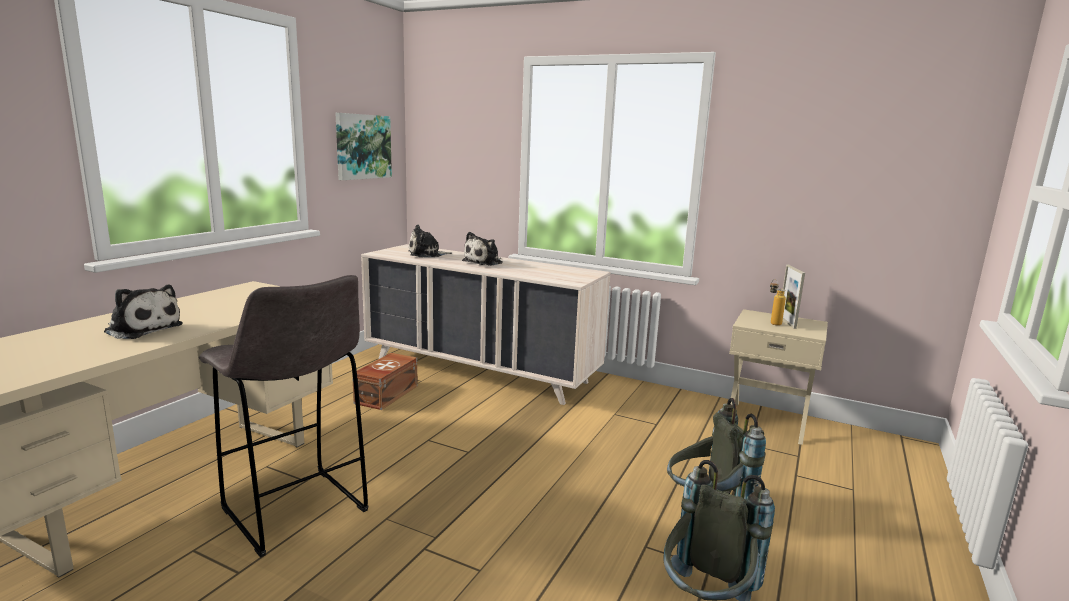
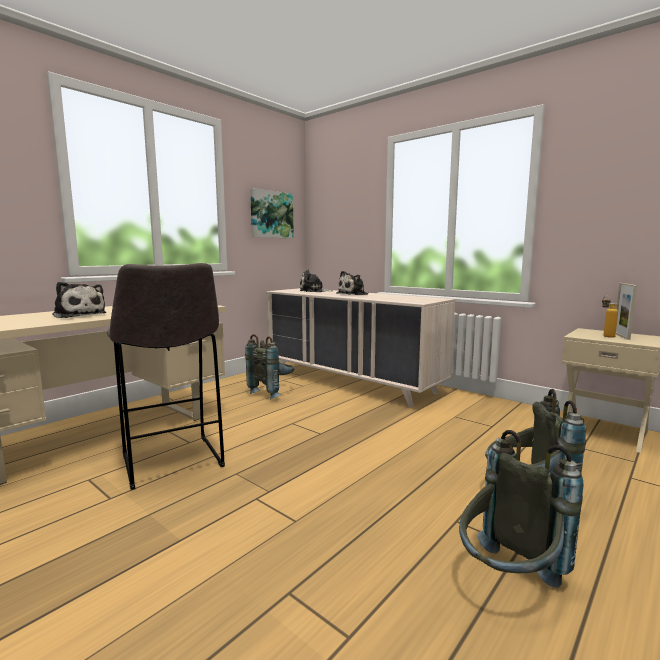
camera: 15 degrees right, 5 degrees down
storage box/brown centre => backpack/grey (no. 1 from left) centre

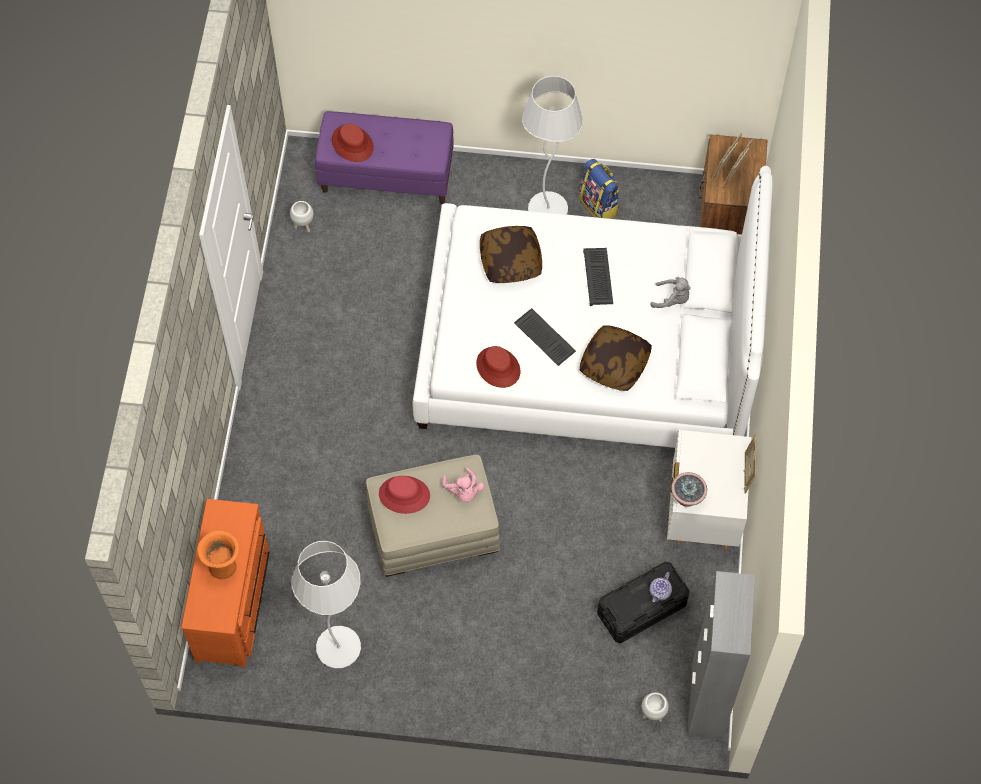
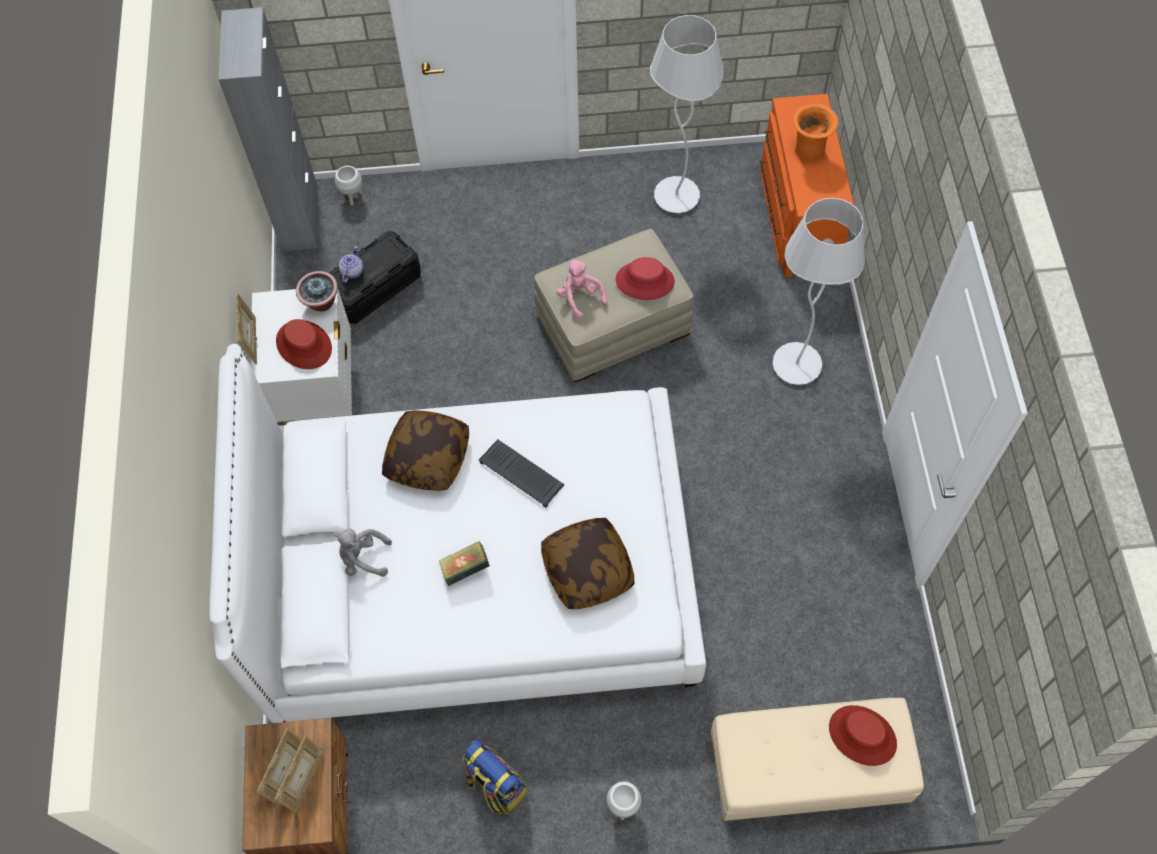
camera: 170 degrees right, 0 degrees up
planter/white (no. 1 from left in the first image) top left => planter/white (no. 2 from left) bottom centre, shifted
hat/red (no. 3 from left in the first image) centre => hat/red (no. 1 from left) middle left, shifted
floor lamp/white (no. 2 from left) top centre => floor lamp/white (no. 2 from left) middle right, shifted
keyboard (no. 2 from left) centre => book centre
bench/purple top centre => bench/beige bottom right

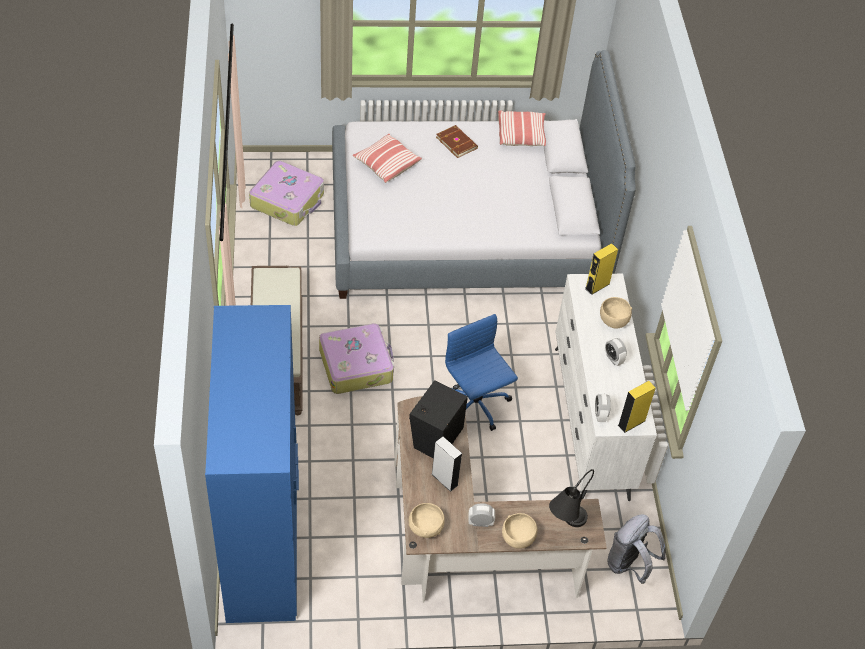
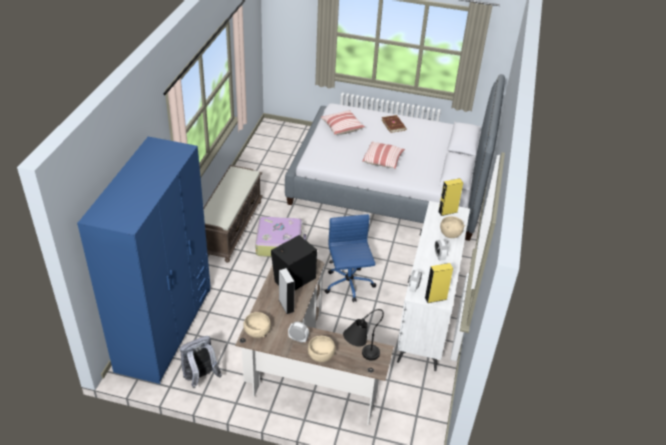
camera: 20 degrees right, 10 degrees down
suitcase (no. 1 from left) top left => nothing
pillow (no. 2 from left) top centre => pillow (no. 2 from left) centre, shifted
backpack/grey bottom right => backpack/grey bottom left, shifted

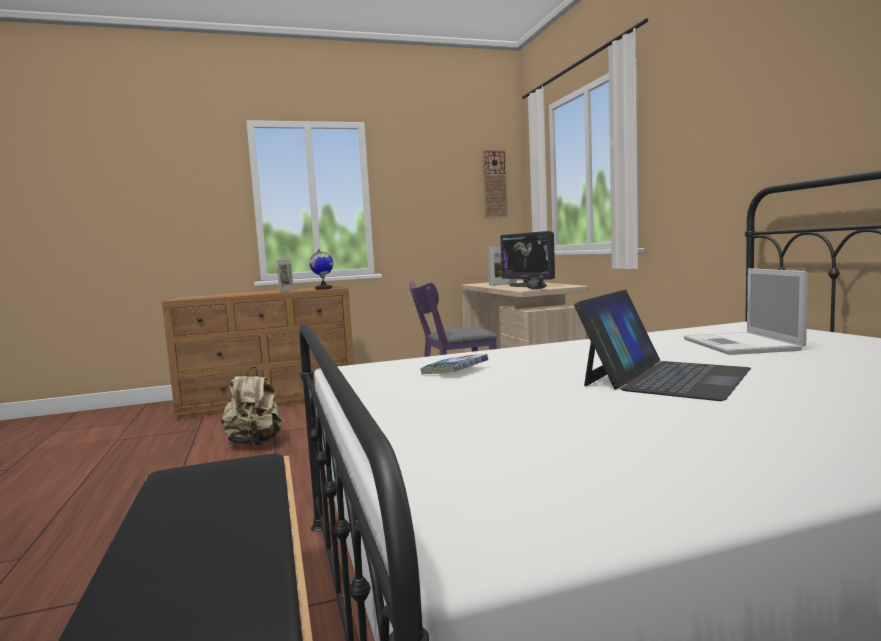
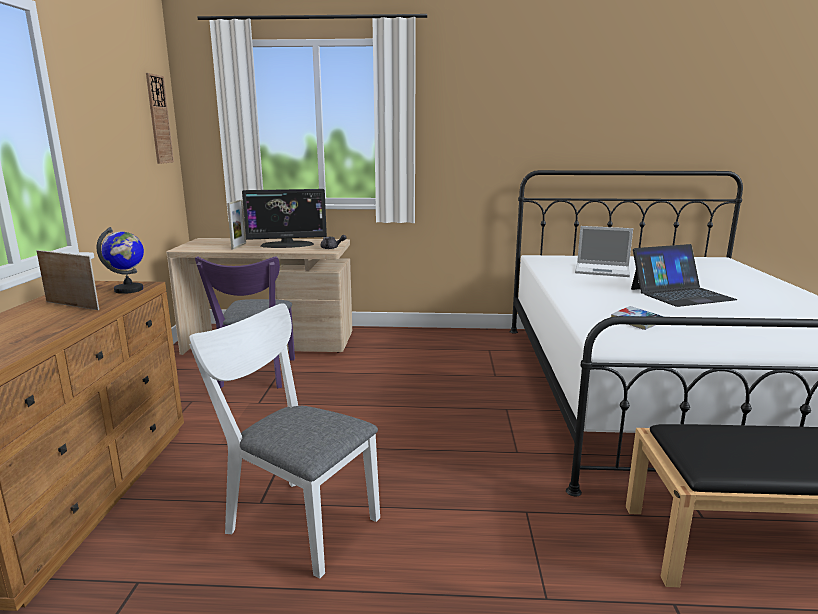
camera: 70 degrees left, 10 degrees up
backpack/beige middle left => chair/white bottom centre
laptop (no. 1 from left in the first image) middle right => laptop (no. 2 from left) middle right, 105 degrees clockwise

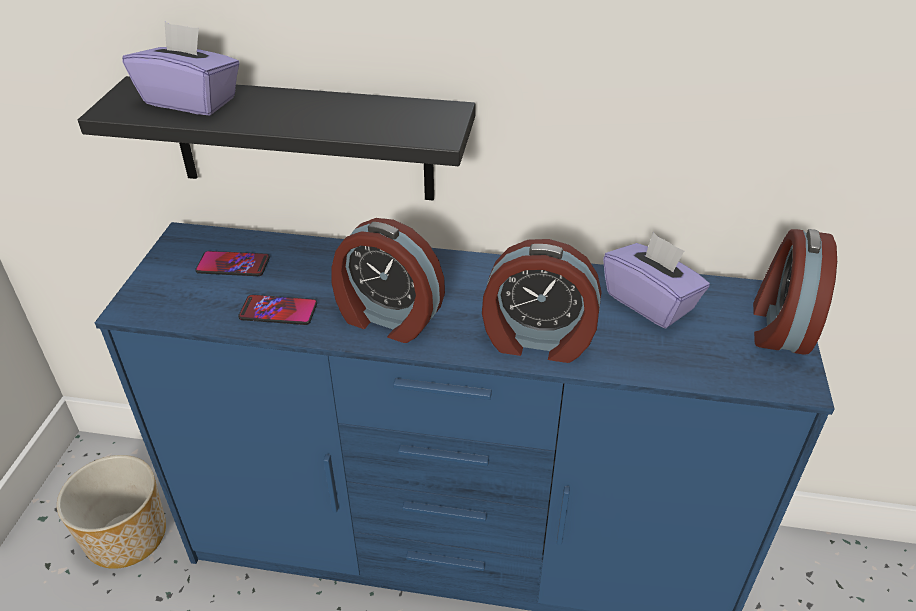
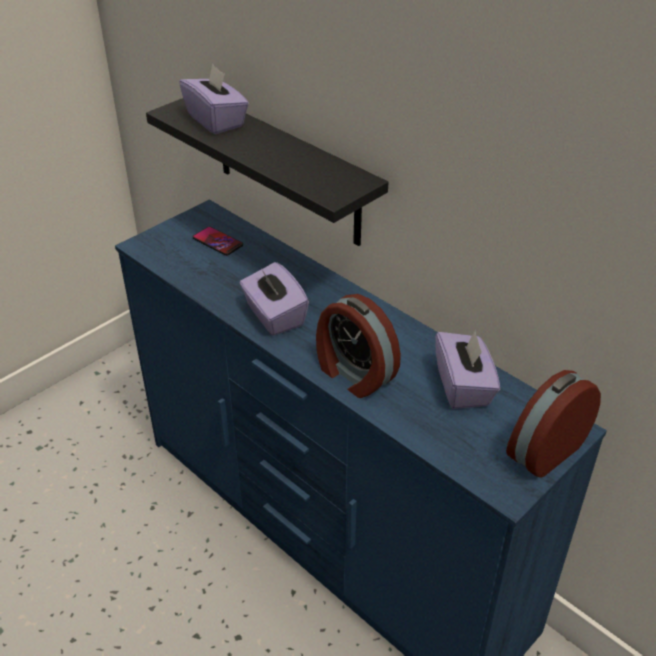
camera: 35 degrees right, 0 degrees up
planter bottom left => nothing
phone (no. 2 from left) middle left => nothing
alarm clock (no. 1 from left) centre => tissue box/purple (no. 2 from left) centre

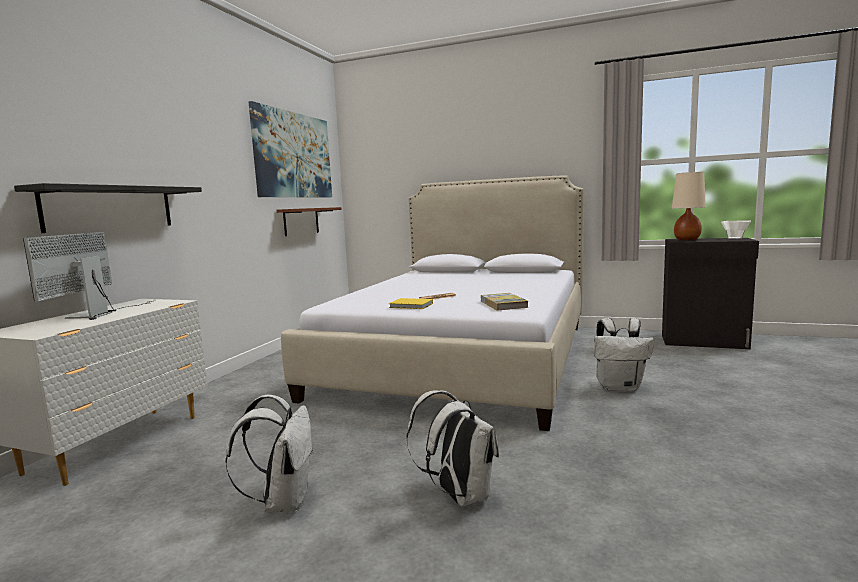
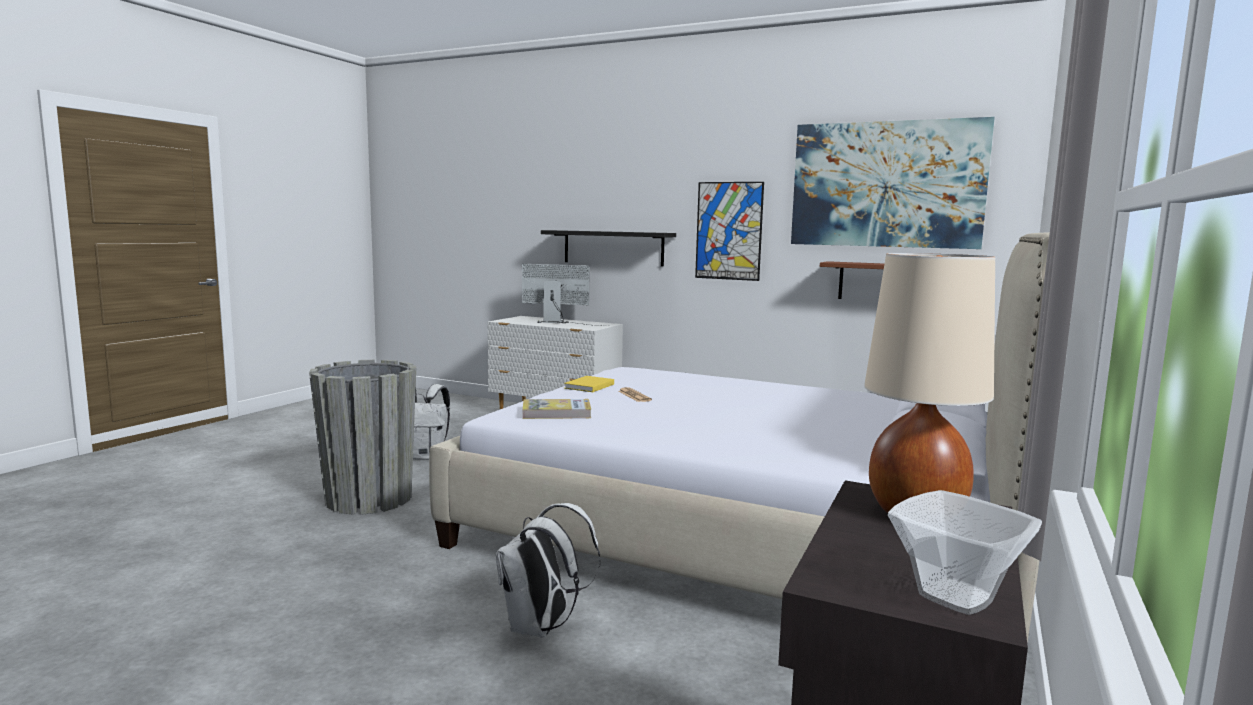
camera: 95 degrees right, 0 degrees up
nothing => picture (no. 1 from left) top centre
backpack/white (no. 2 from left) bottom centre => planter/grey middle left

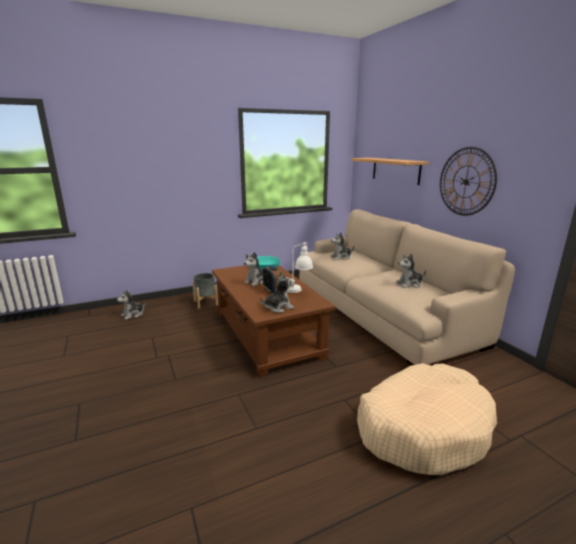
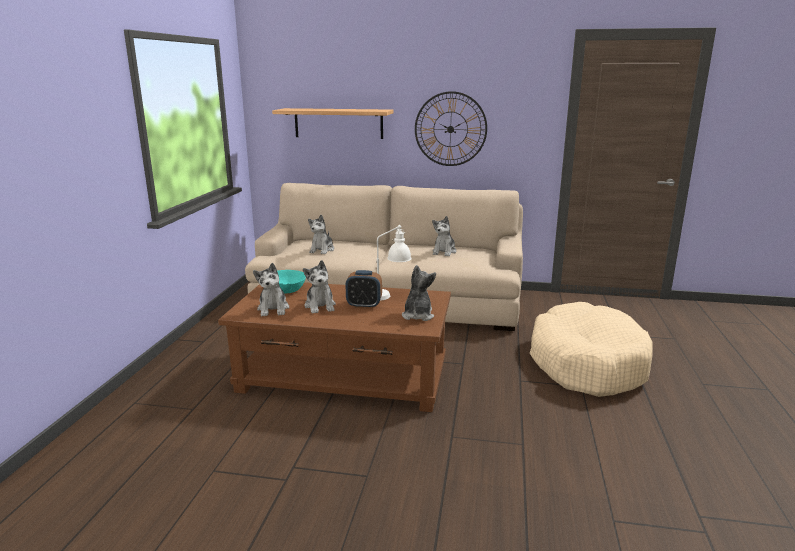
camera: 55 degrees left, 0 degrees up
planter/grey centre => nothing
plush toy (no. 1 from left) middle left => plush toy (no. 1 from left) centre, shifted

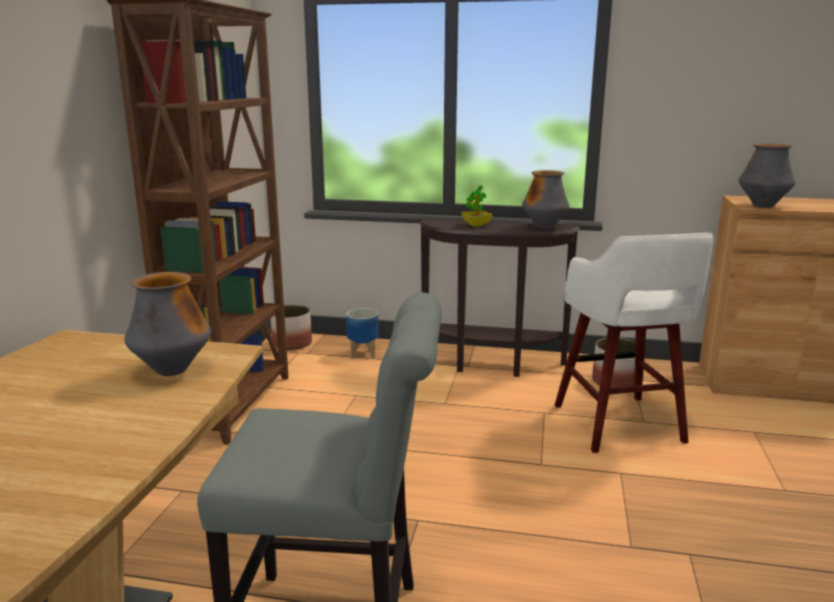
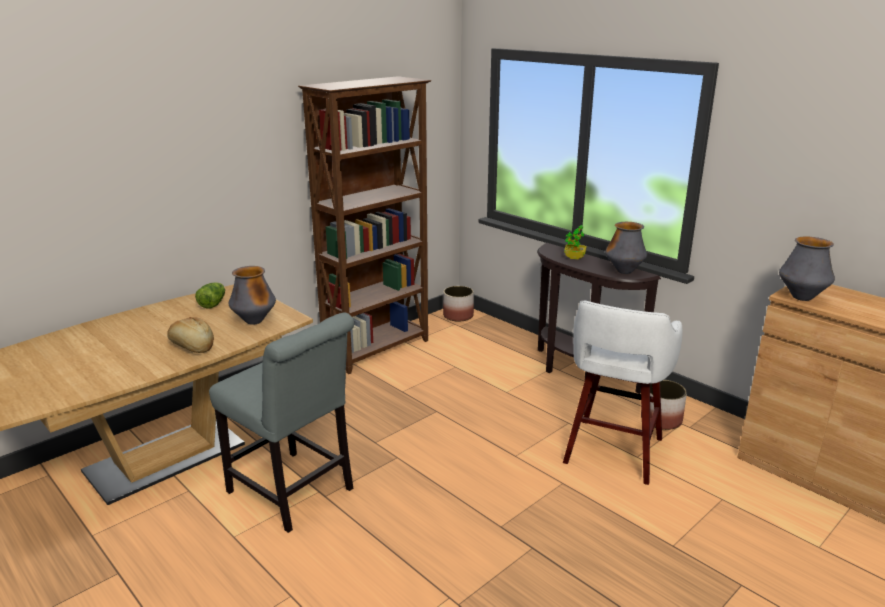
camera: 35 degrees right, 5 degrees up
planter (no. 2 from left) centre => nothing
nothing => bread middle left
nothing => lettuce middle left

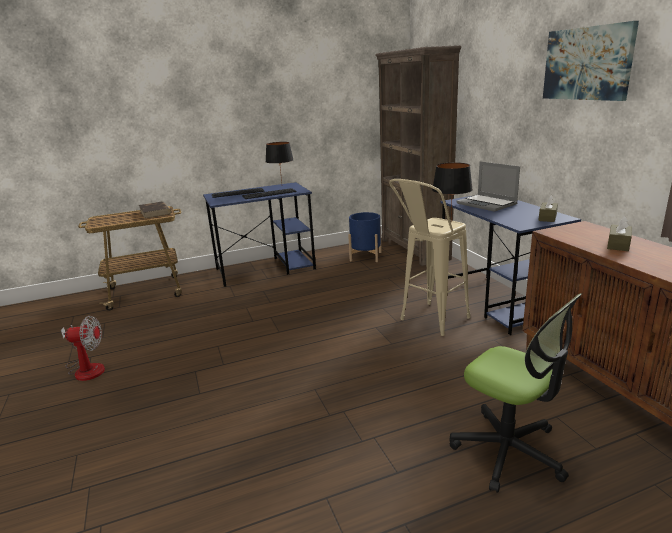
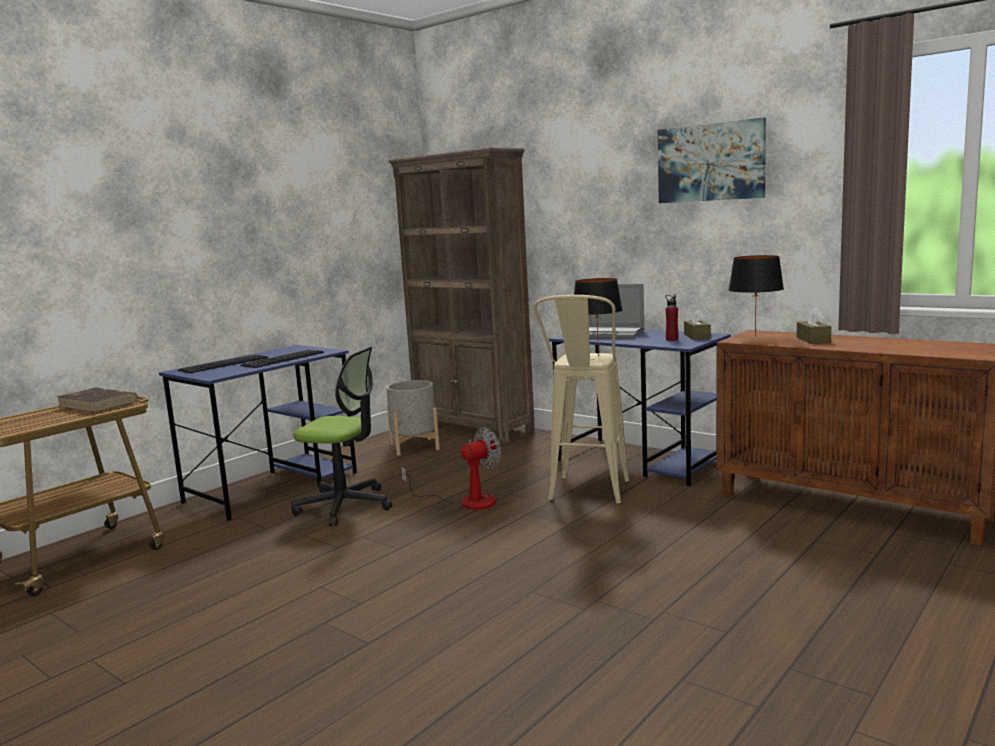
camera: 30 degrees left, 10 degrees down
nothing => bottle/red middle right
fan middle left => fan centre, shifted
table lamp/black (no. 1 from left in the first image) top centre => table lamp/black (no. 2 from left) middle right, shifted
office chair bottom right => office chair centre, shifted
planter/blue centre => planter/grey centre

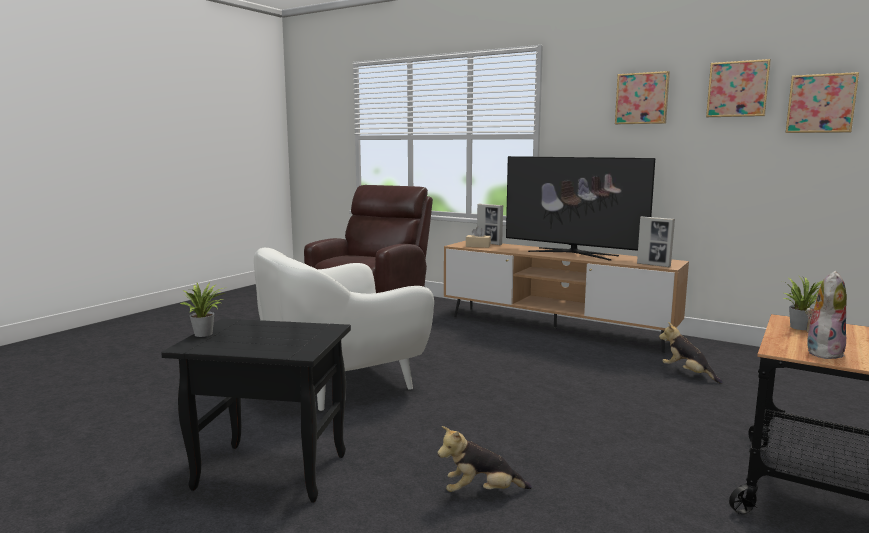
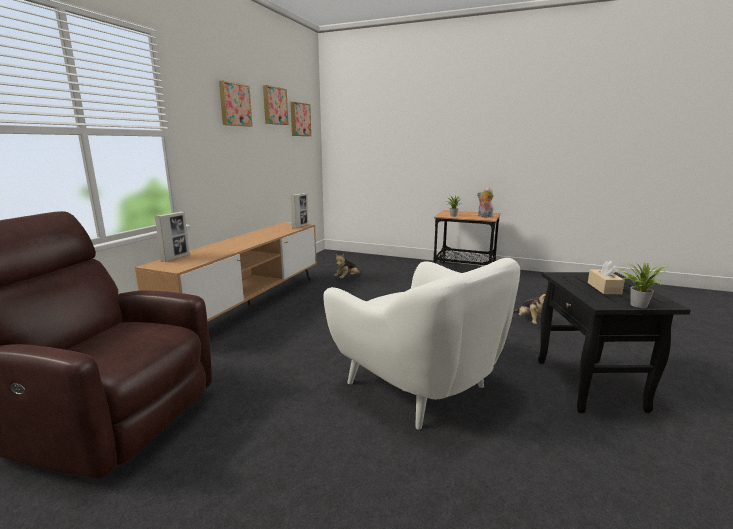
camera: 100 degrees left, 5 degrees up
television middle right => nothing
tissue box/beige centre => tissue box/beige middle right, shifted

